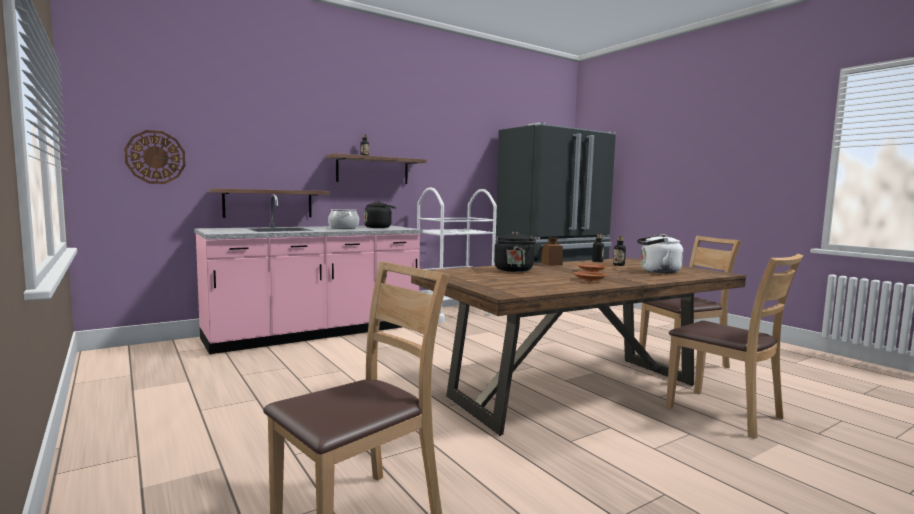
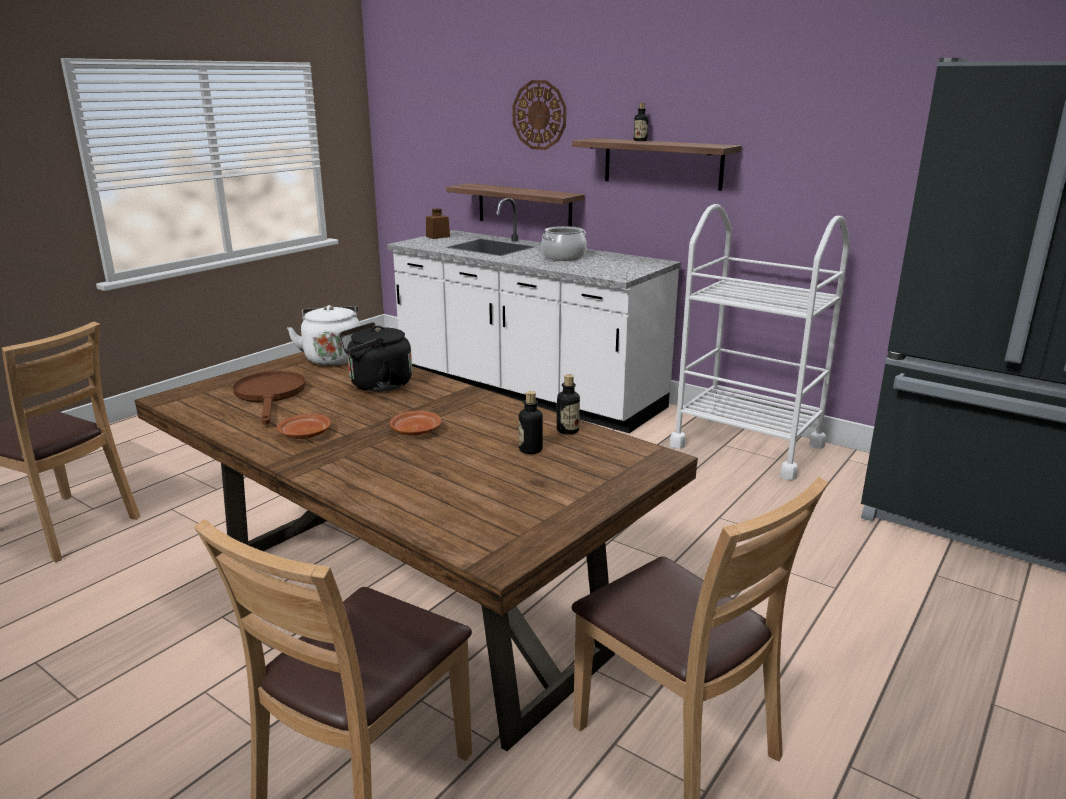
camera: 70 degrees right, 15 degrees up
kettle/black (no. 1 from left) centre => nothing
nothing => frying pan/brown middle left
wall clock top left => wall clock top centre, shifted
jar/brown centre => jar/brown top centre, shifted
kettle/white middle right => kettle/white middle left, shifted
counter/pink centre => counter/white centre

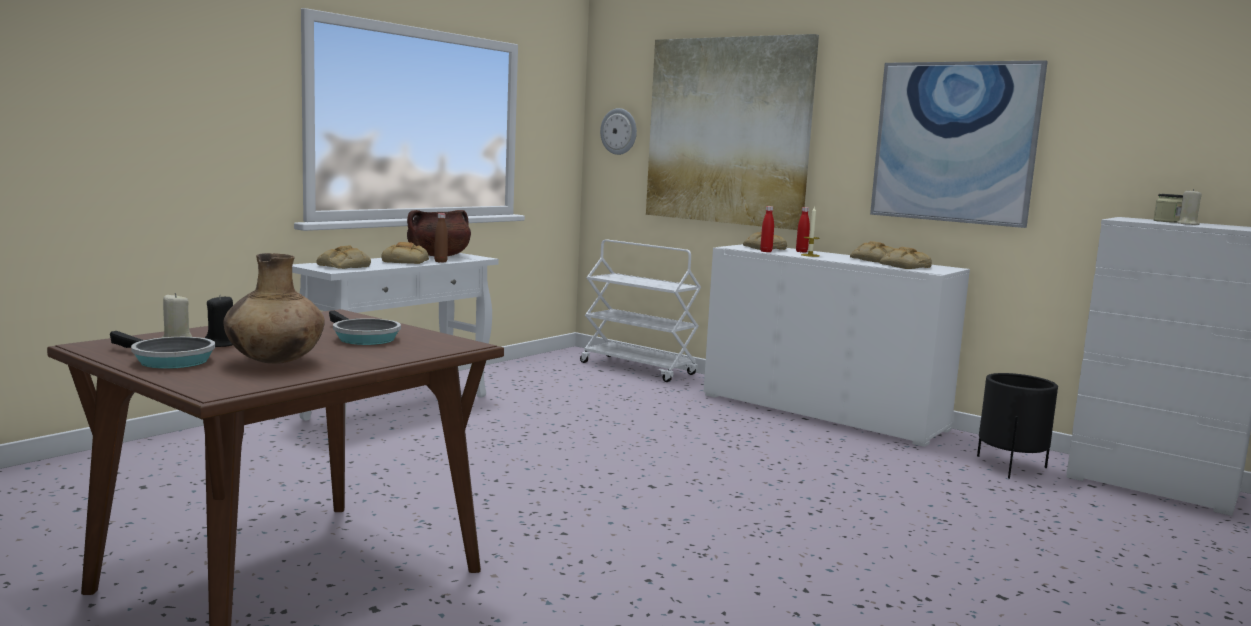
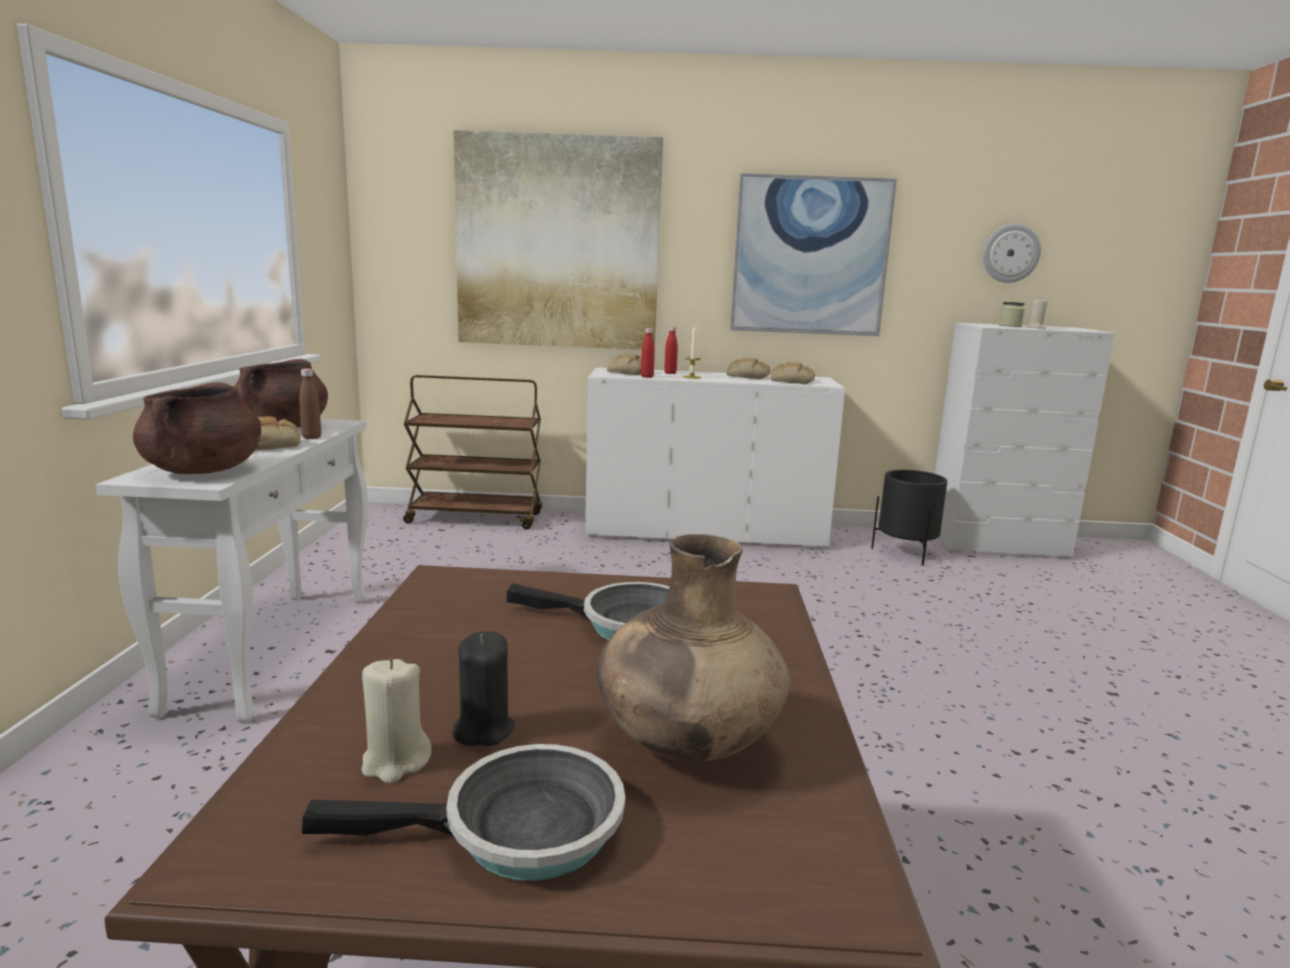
camera: 35 degrees left, 5 degrees up
wall clock top centre => wall clock top right, shifted
bread (no. 1 from left) middle left => cooking pot/brown (no. 1 from left) middle left
cart/white centre => cart/brown centre

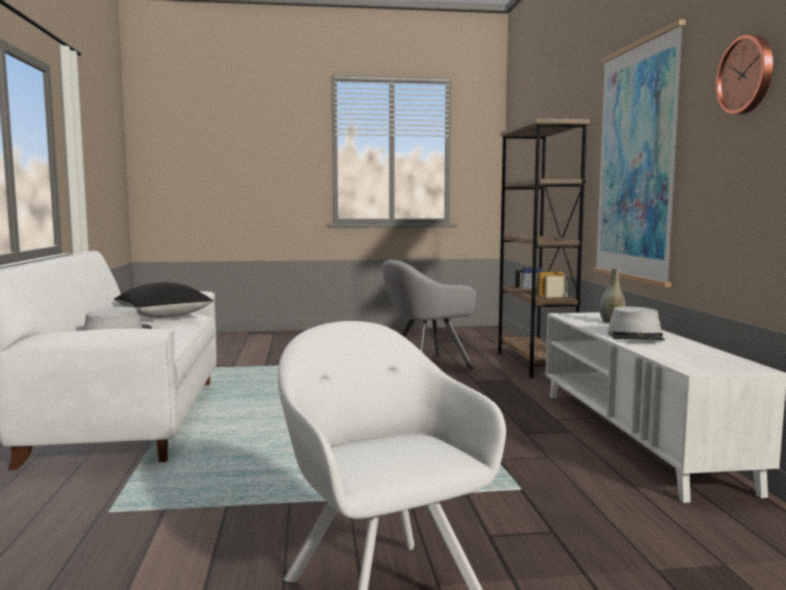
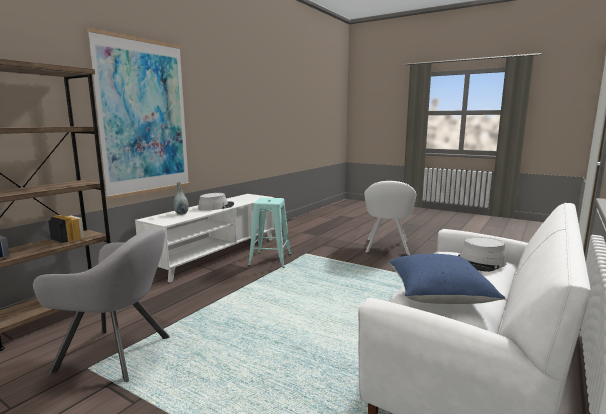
camera: 140 degrees left, 5 degrees up
wall clock top right => nothing
nothing => stool/turquoise centre
pillow/black middle left => pillow/blue bottom right

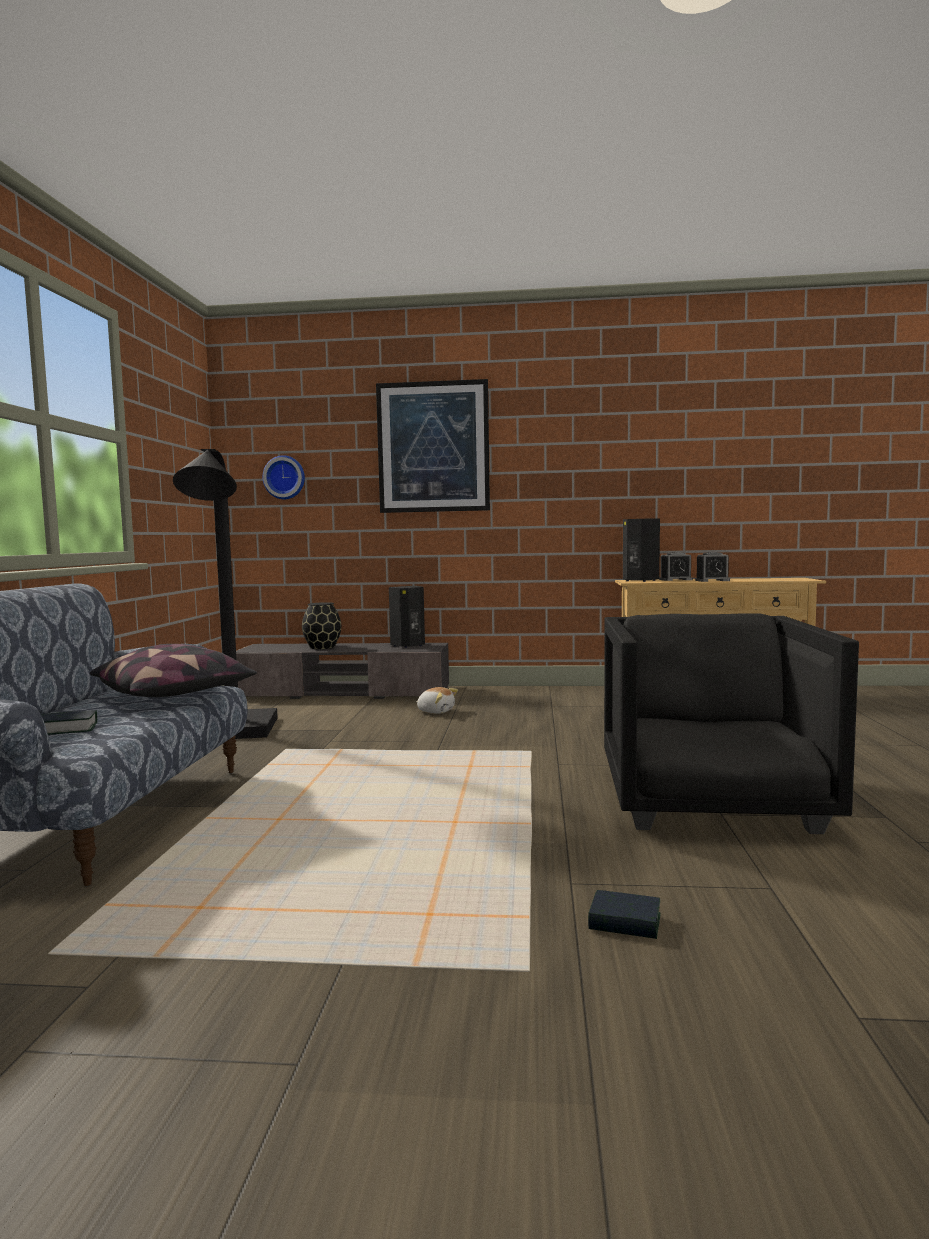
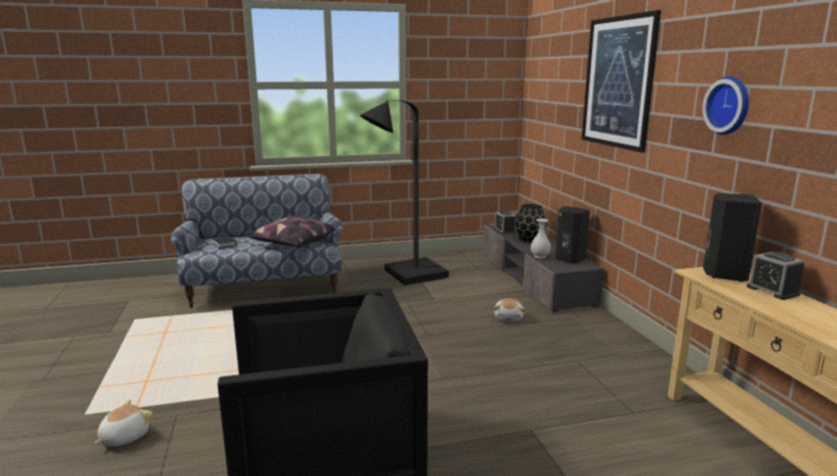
camera: 70 degrees right, 10 degrees up
nothing => vase/white centre
wall clock middle left => wall clock top right, shifted
alarm clock (no. 2 from left in the first image) middle right => alarm clock (no. 1 from left) centre, shifted
book (no. 2 from left) bottom right => plush toy (no. 1 from left) bottom left

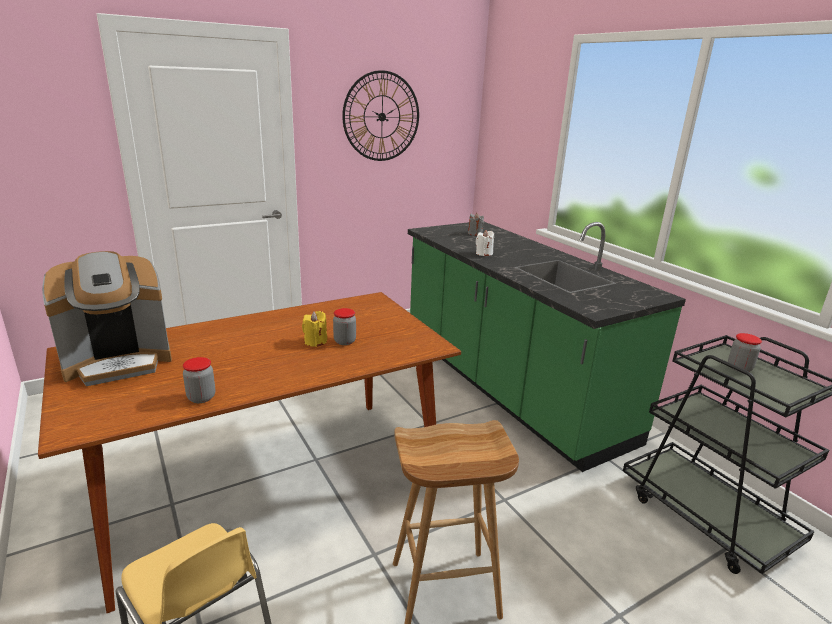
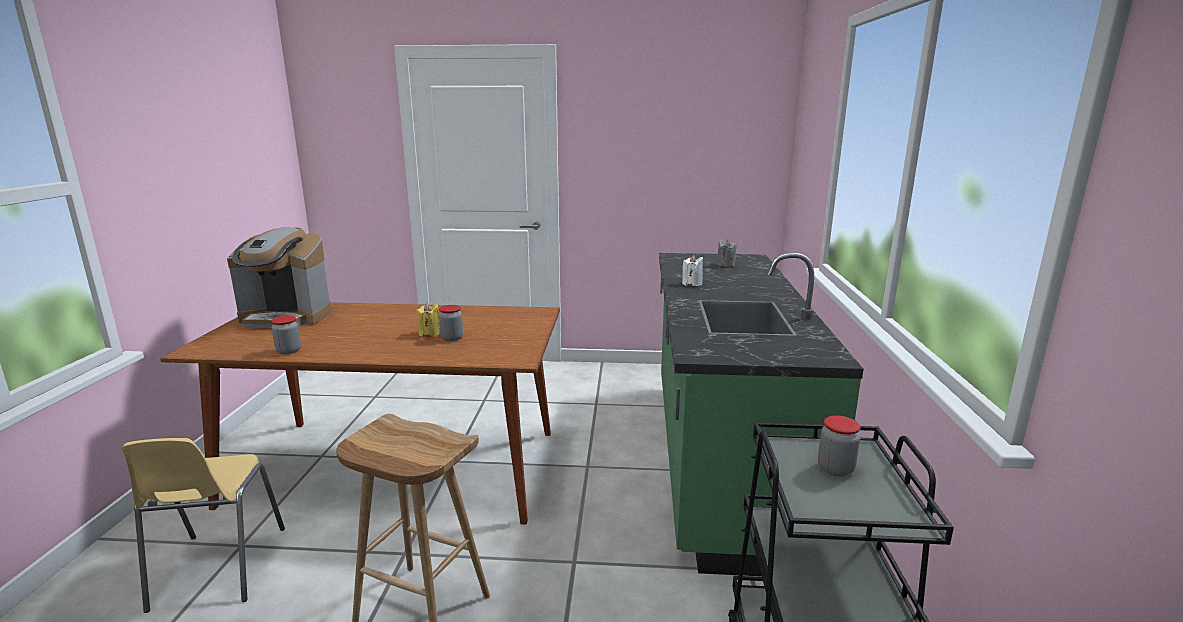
camera: 35 degrees right, 5 degrees down
wall clock top centre => nothing

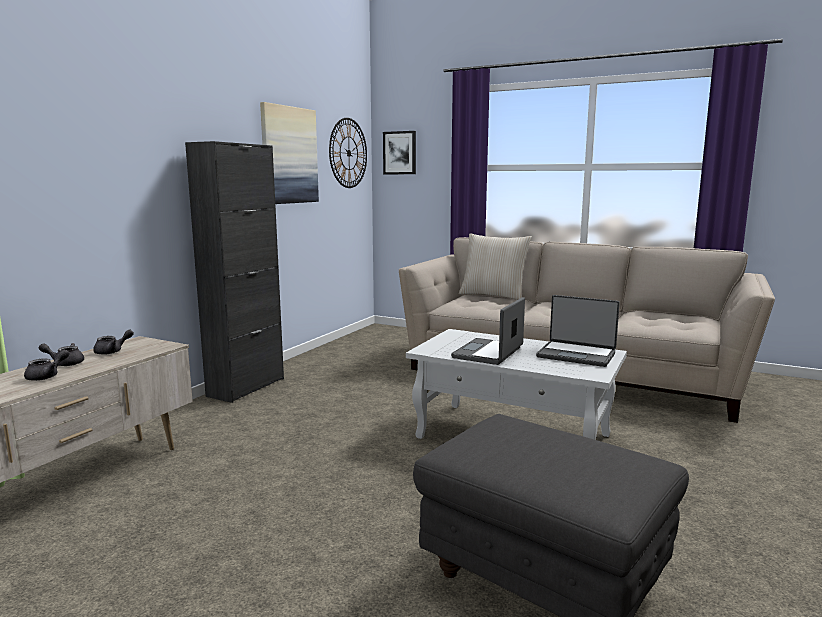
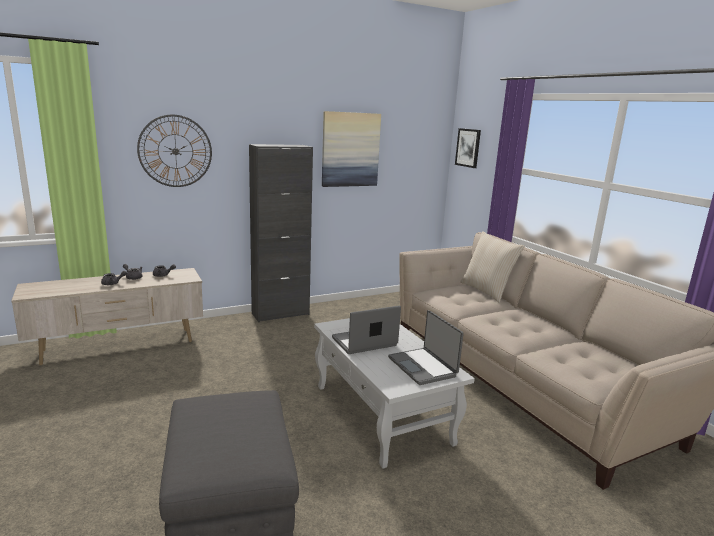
camera: 35 degrees right, 5 degrees up
wall clock top centre => wall clock top left, shifted

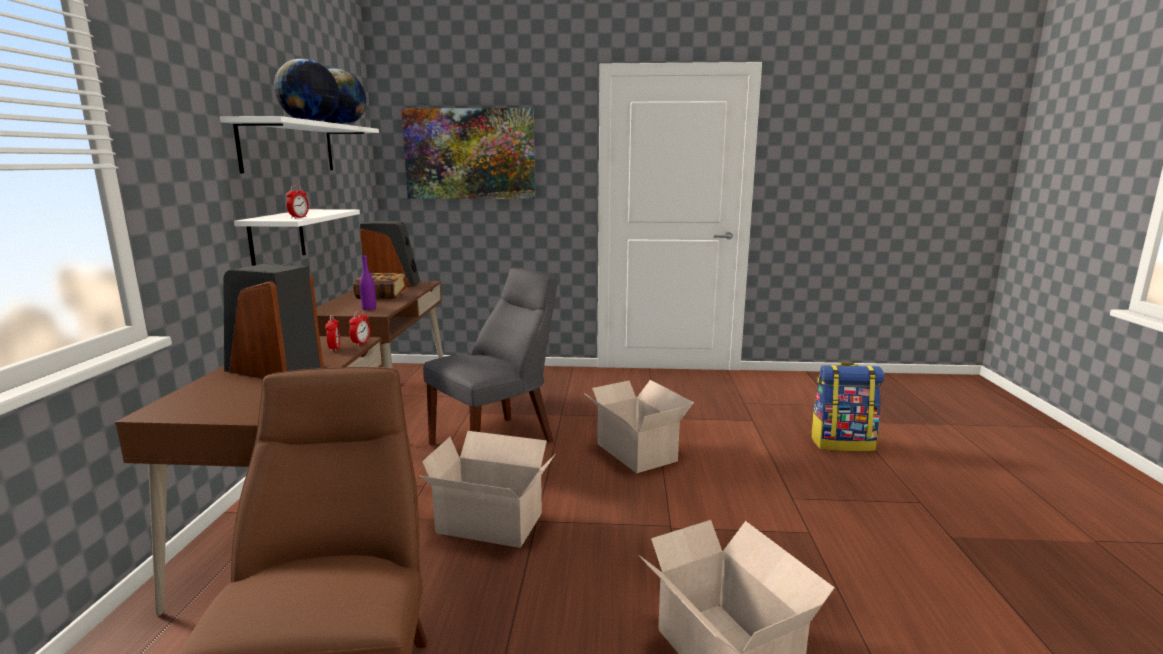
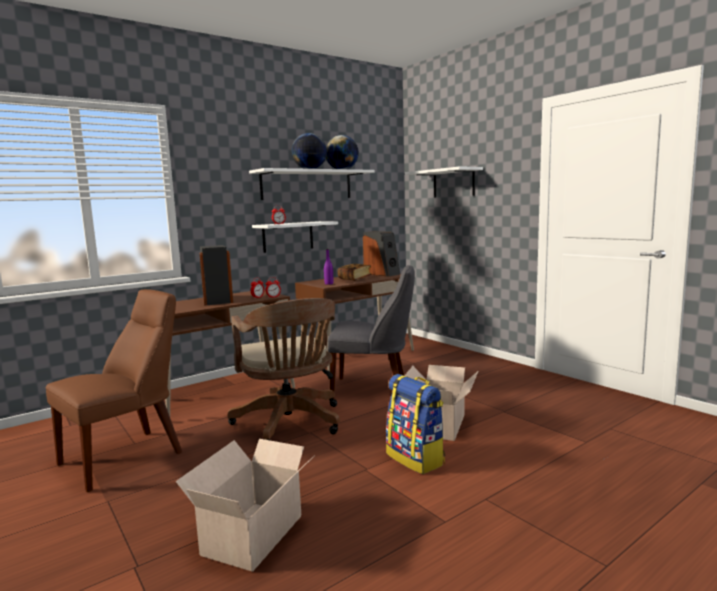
camera: 50 degrees right, 5 degrees down
backpack middle right => backpack bottom centre, shifted
picture top centre => shelf/white (no. 3 from left) top centre
cardboard box (no. 1 from left) bottom centre => office chair/brown centre

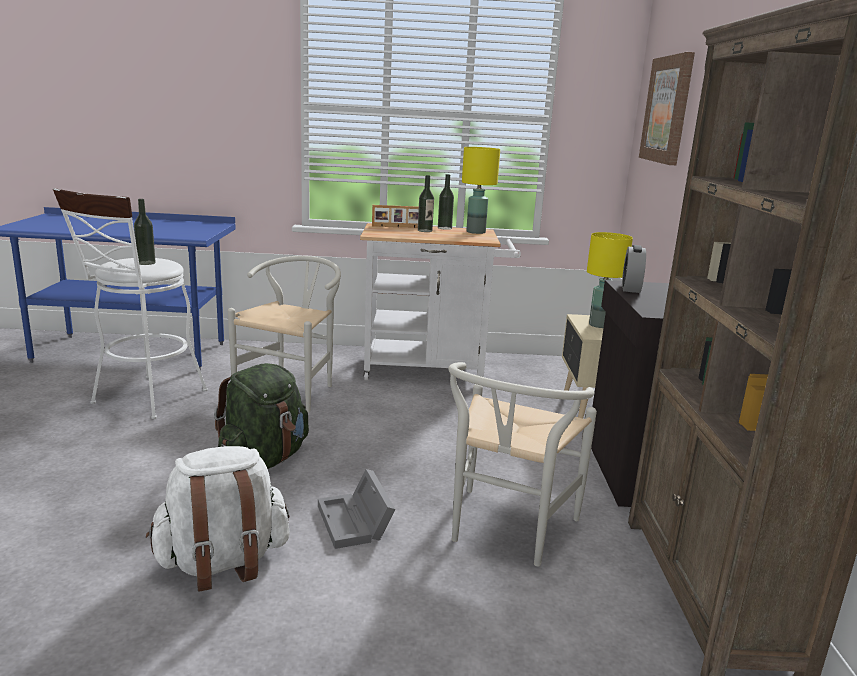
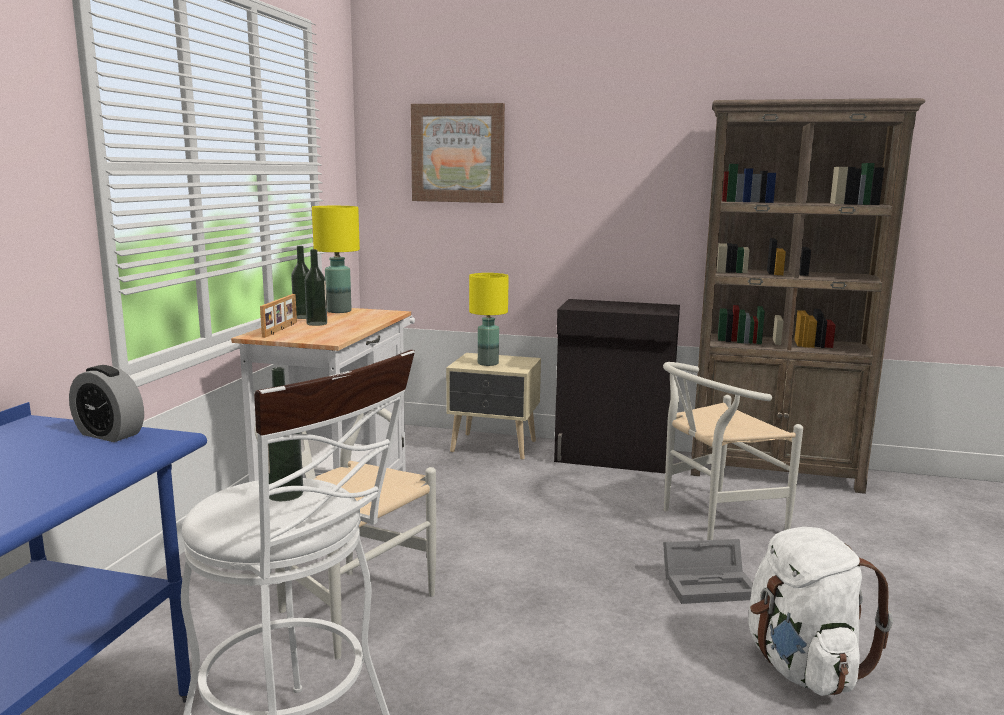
camera: 75 degrees left, 5 degrees down
backpack/green middle left => nothing
alarm clock middle right => alarm clock middle left, shifted
chair/white (no. 2 from left) bottom centre => chair/white (no. 2 from left) middle right, 120 degrees clockwise

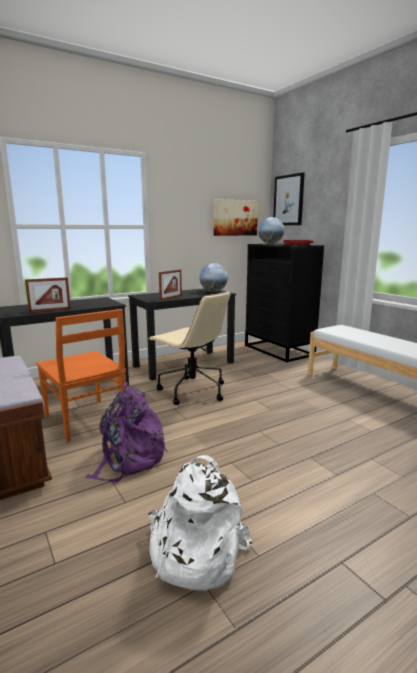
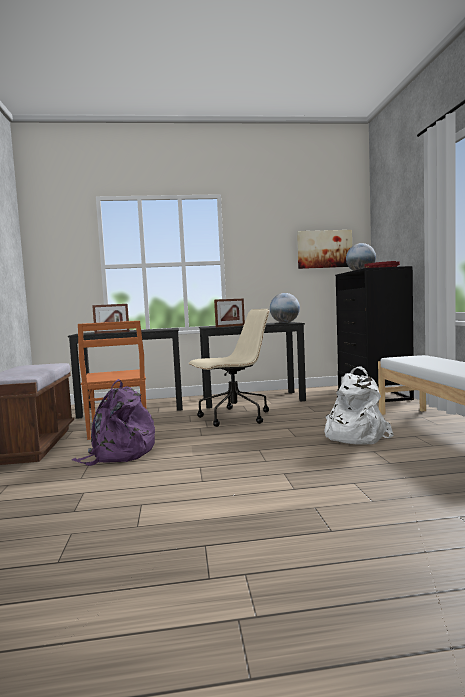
camera: 25 degrees right, 10 degrees down
picture (no. 2 from left) top right => nothing
backpack/white bottom centre => backpack/white middle right, shifted
office chair/beige centre, 90 degrees counterclockwise

